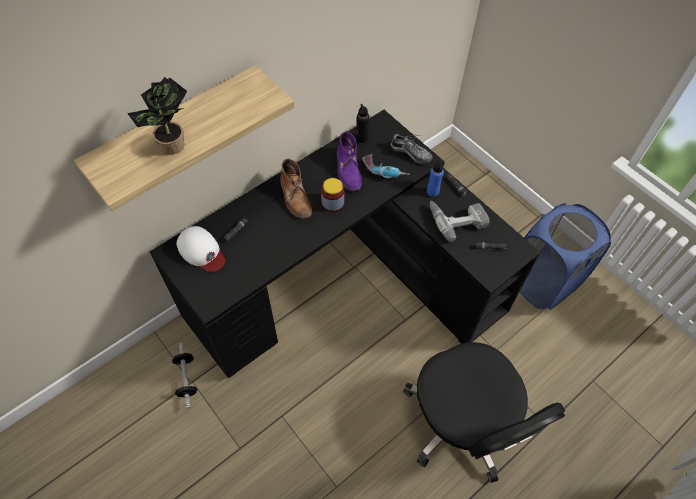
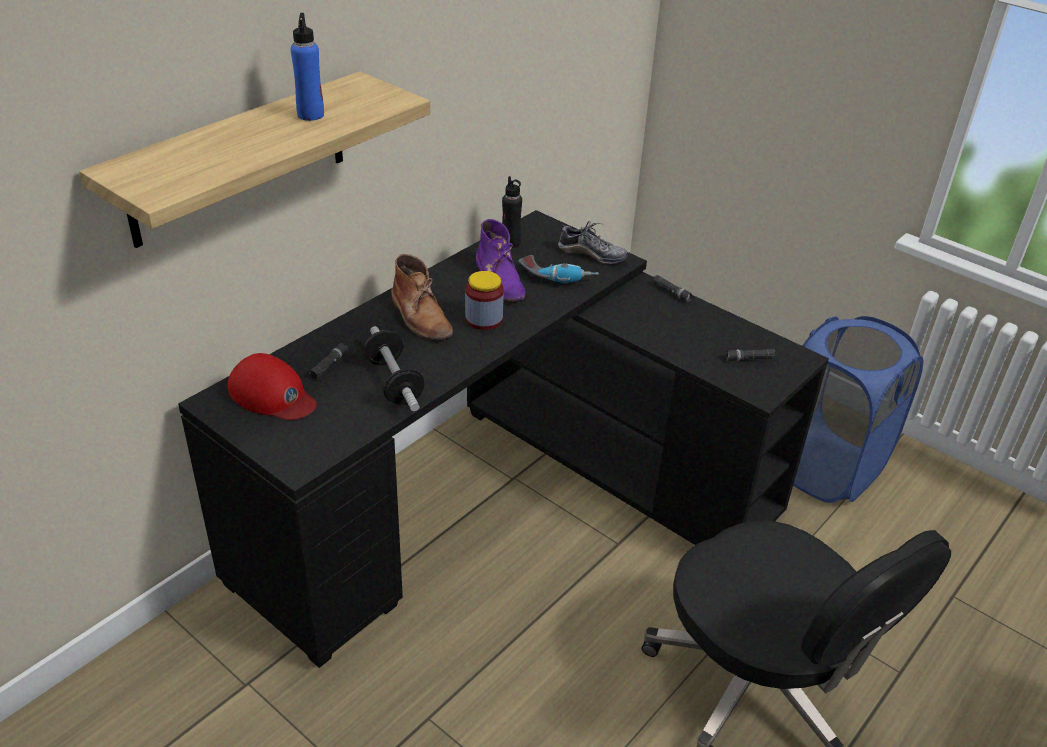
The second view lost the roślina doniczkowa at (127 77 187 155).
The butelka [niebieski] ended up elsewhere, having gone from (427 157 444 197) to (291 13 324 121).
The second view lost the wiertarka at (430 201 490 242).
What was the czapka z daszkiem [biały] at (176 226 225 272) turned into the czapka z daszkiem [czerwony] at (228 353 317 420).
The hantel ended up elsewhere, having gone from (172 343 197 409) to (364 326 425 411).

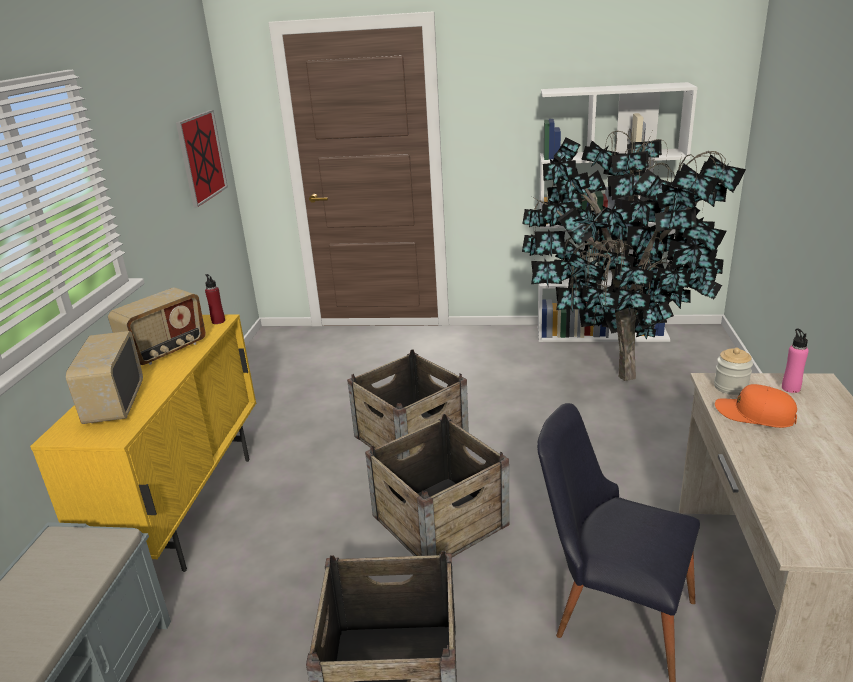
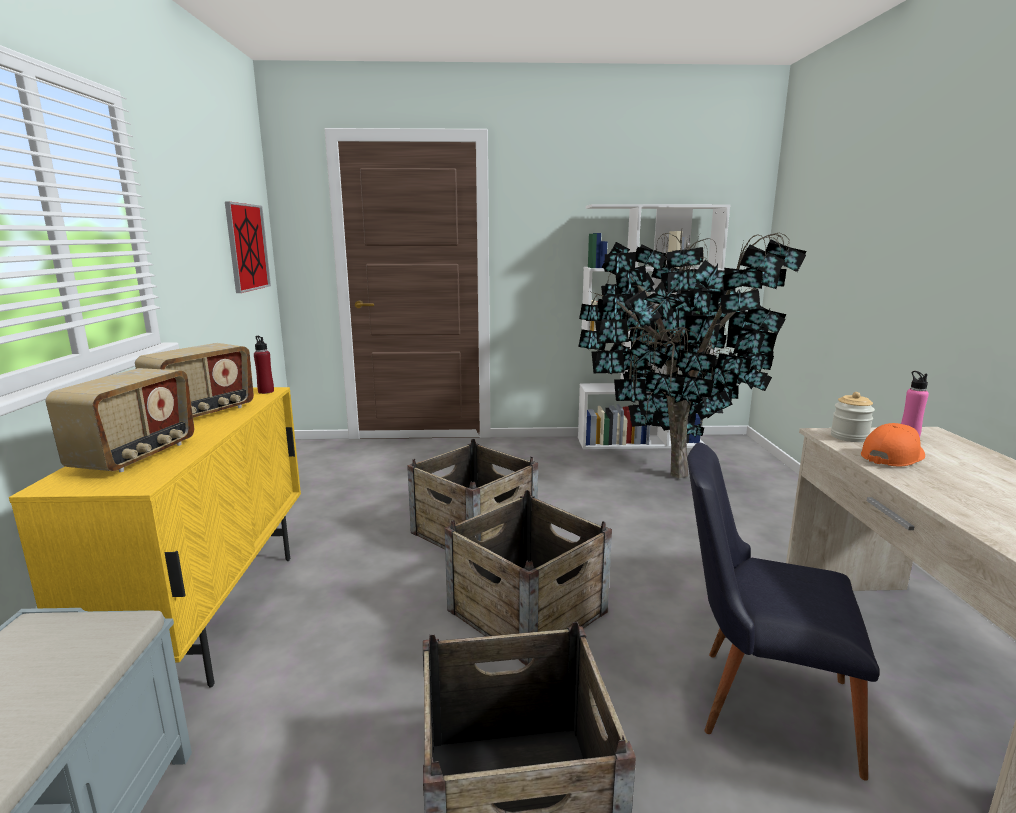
The radio at (66 331 143 424) ended up facing another way, 150 degrees counterclockwise from before.
The czapka z daszkiem [pomarańczowy] at (715 384 797 428) ended up facing another way, 120 degrees clockwise from before.

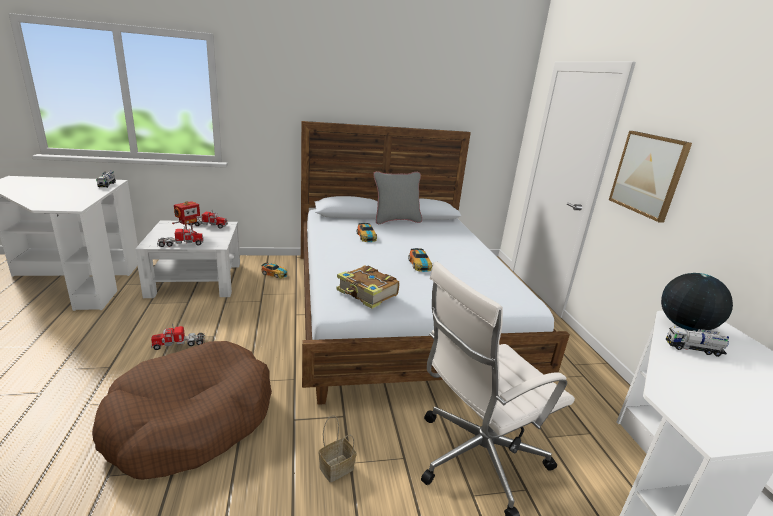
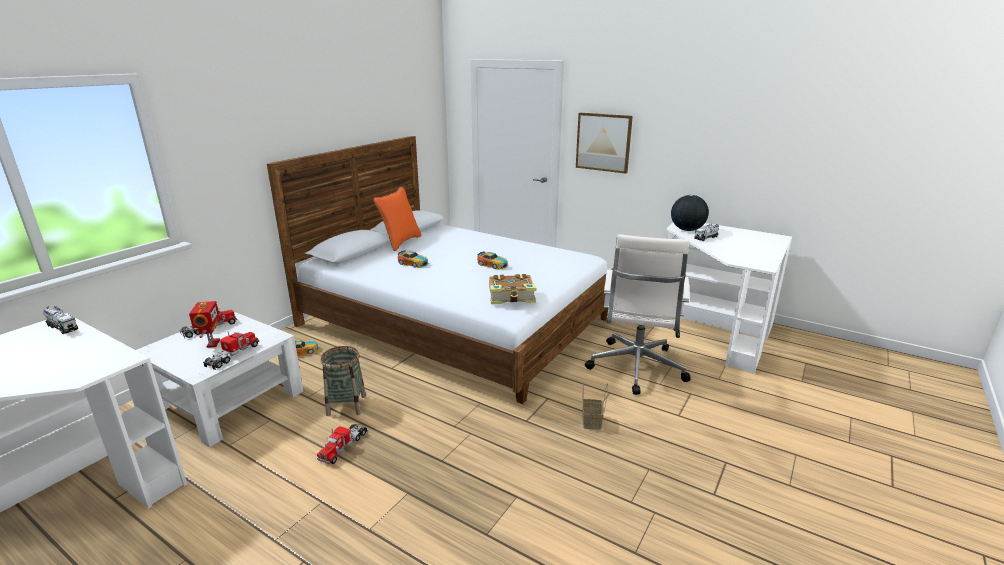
What was the poduszka [szary] at (373 171 422 224) turned into the poduszka [pomarańczowy] at (373 187 421 251).
The second view lost the legowisko [brązowy] at (92 341 272 480).
The second view gained the koszyk at (320 346 366 416).

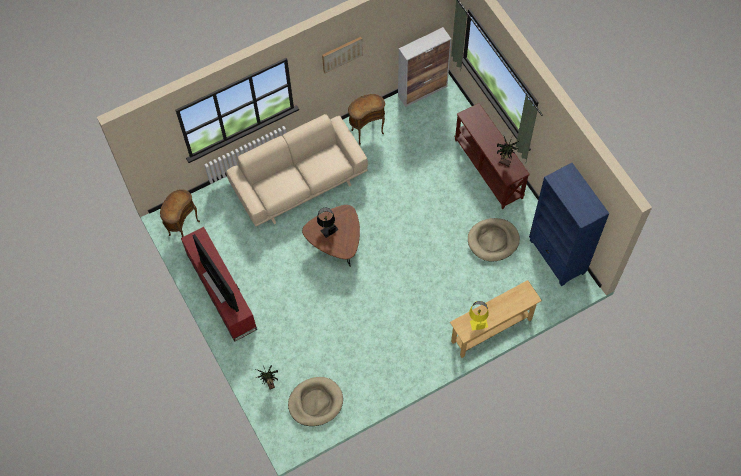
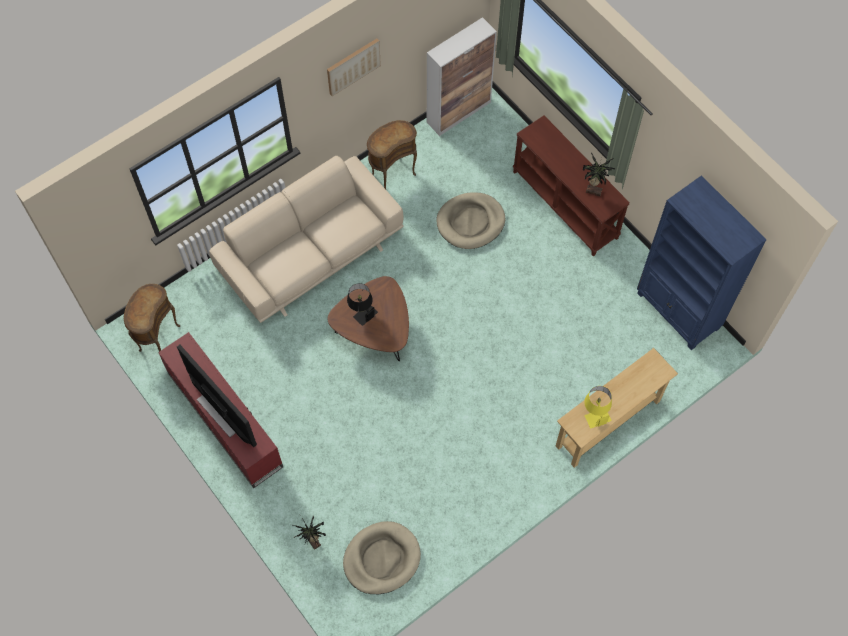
The legowisko [beżowy] ended up elsewhere, having gone from (468 218 520 261) to (436 192 505 249).

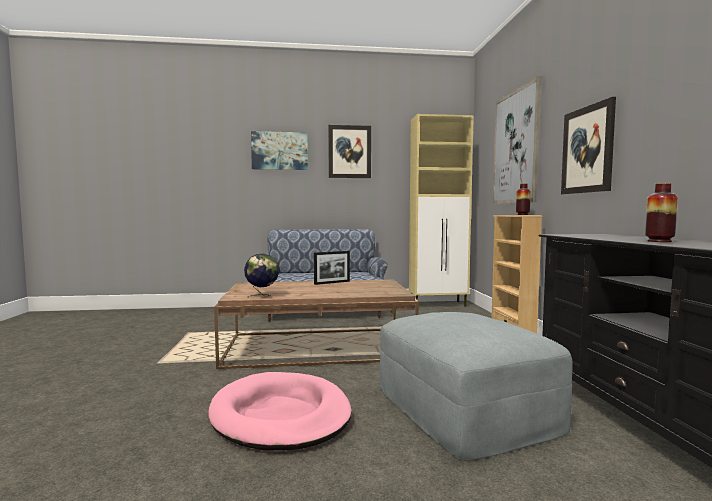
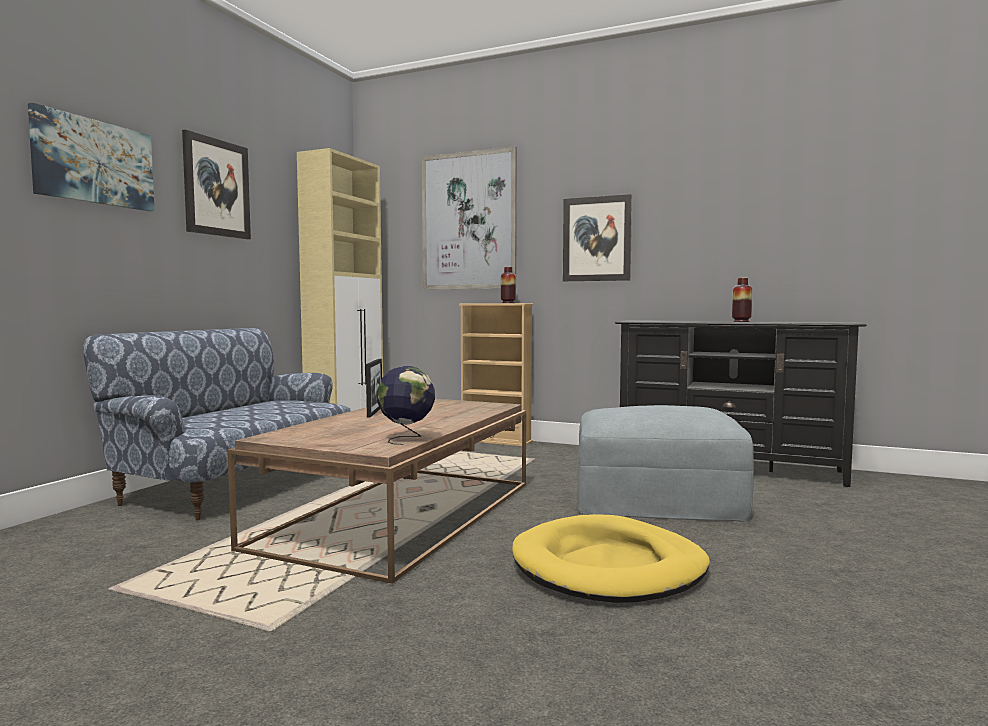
What was the legowisko [różowy] at (208 372 352 450) turned into the legowisko [żółty] at (512 514 710 603).

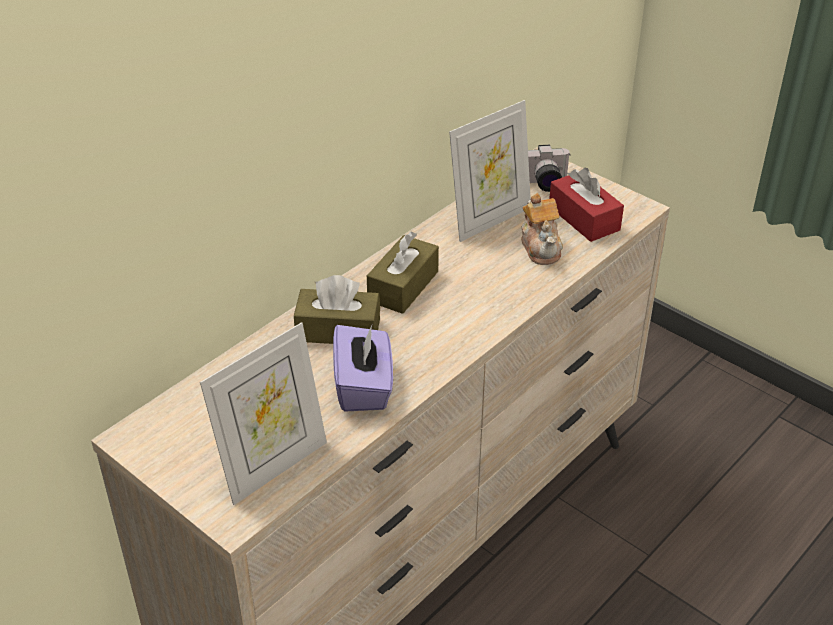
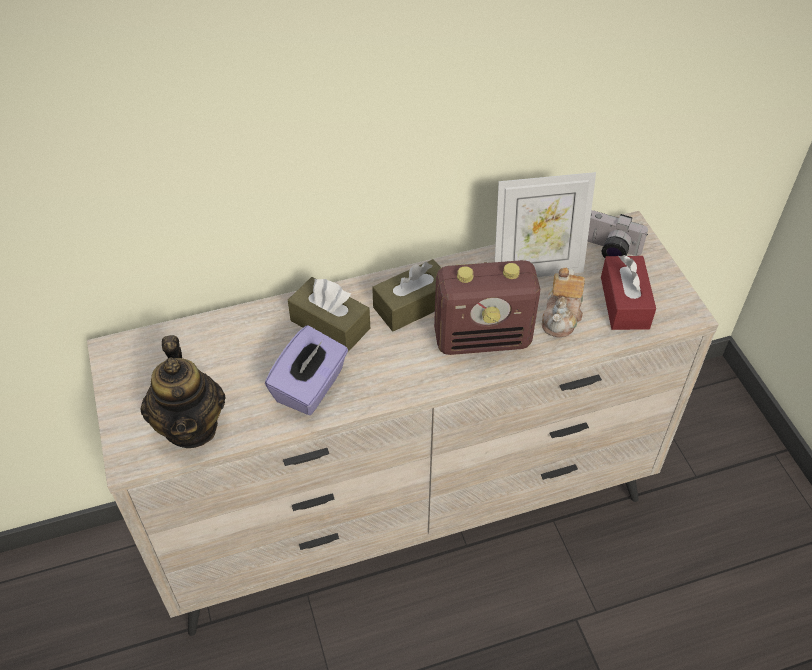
Where the ramka na zdjęcie stood at (200 322 327 505), the imbryk came to stand at (140 335 226 448).
The second view gained the radio at (434 260 540 355).

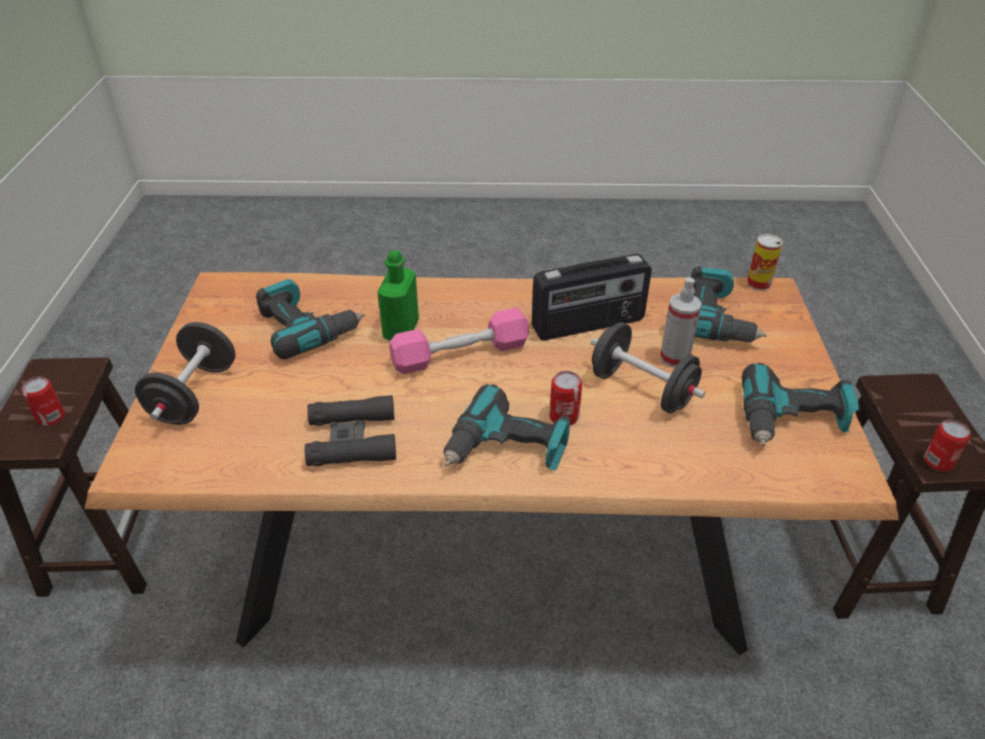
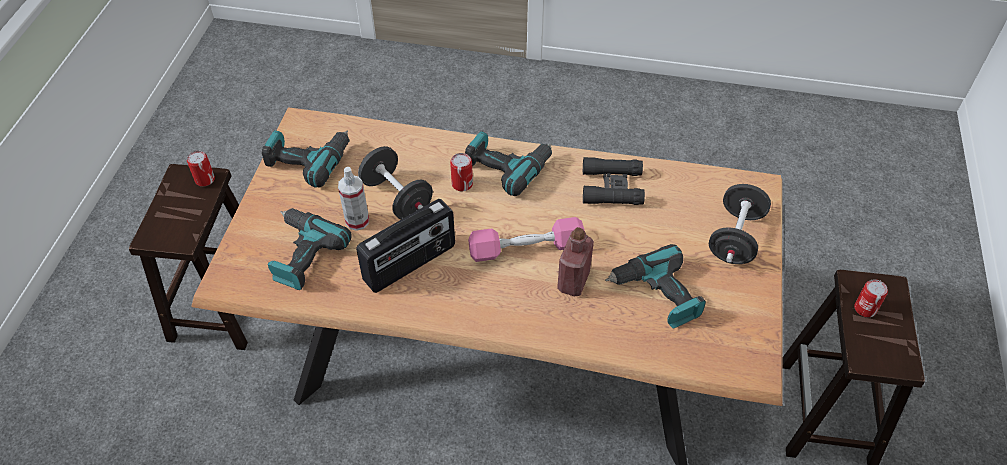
The second view lost the puszka at (747 234 783 291).
What was the butelka [zielony] at (377 250 419 341) turned into the butelka [czerwony] at (557 227 594 296).
The radio at (532 254 652 340) ended up facing another way, 150 degrees clockwise from before.

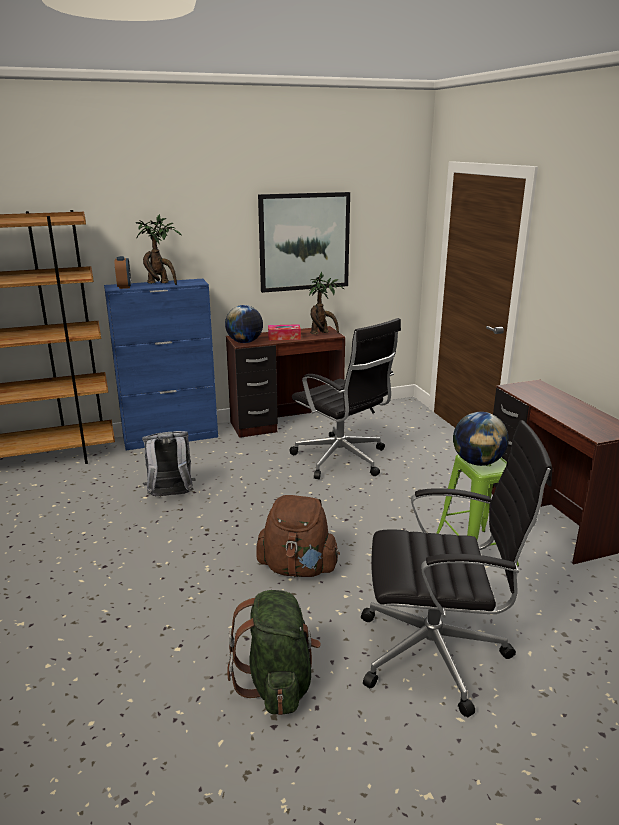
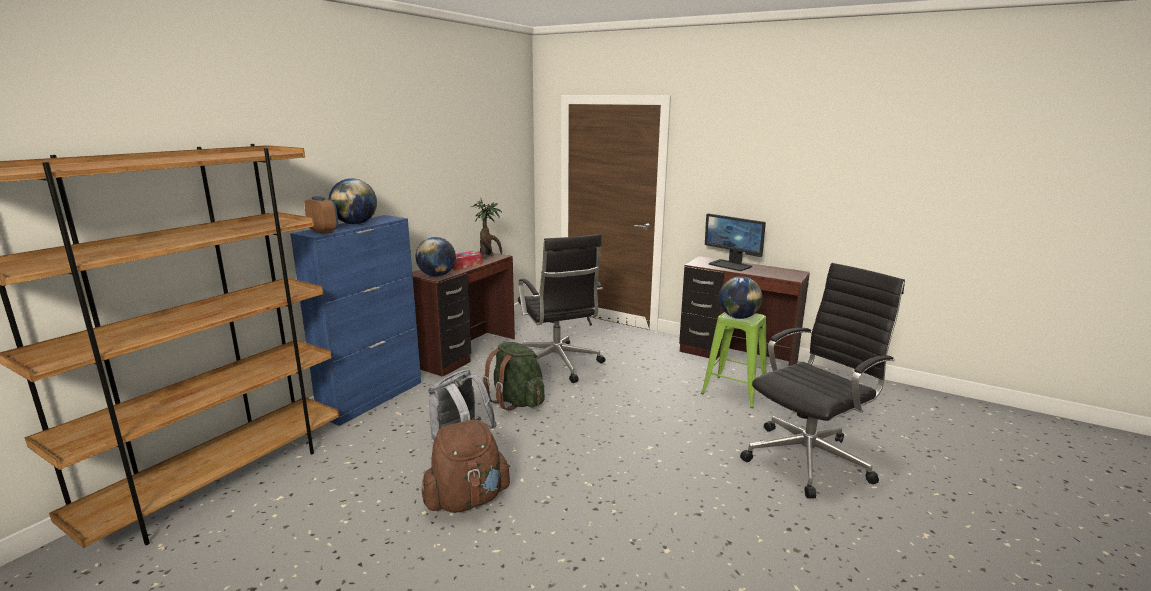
The second view lost the obraz at (258 192 350 293).
Where the roślina doniczkowa stood at (136 214 182 285), the globus came to stand at (329 178 377 224).
The krzesło biurowe [czarny] at (290 318 401 479) ended up facing another way, 60 degrees clockwise from before.
The plecak [brązowy] ended up elsewhere, having gone from (256 495 340 577) to (421 420 510 513).
The plecak [zielony] ended up elsewhere, having gone from (228 590 321 715) to (483 342 545 411).
The second view gained the monitor at (705 213 766 271).

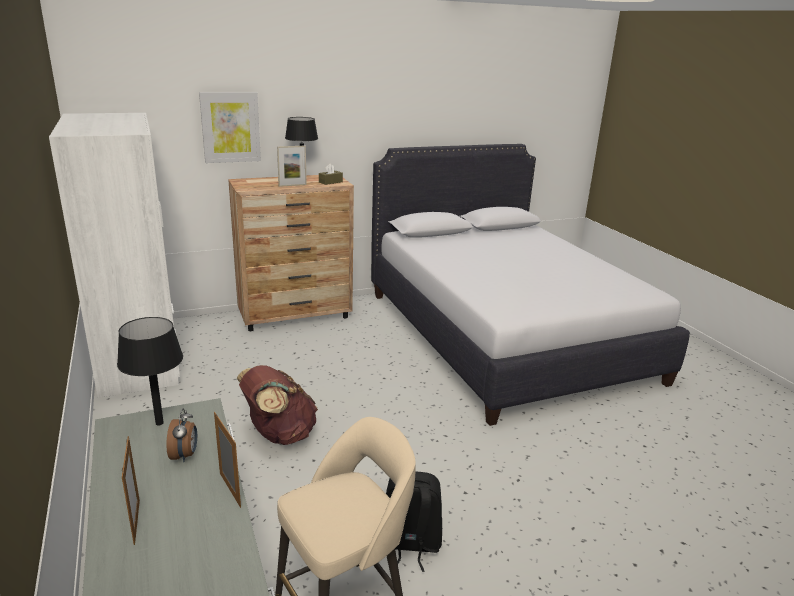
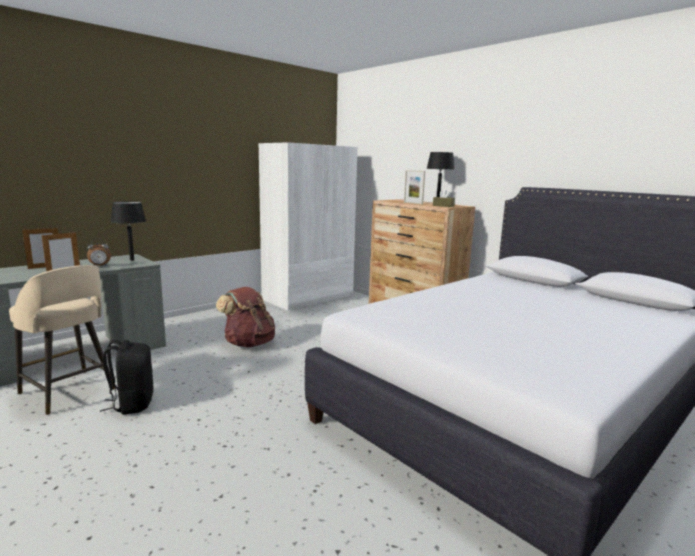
The second view lost the obraz at (199 92 261 163).

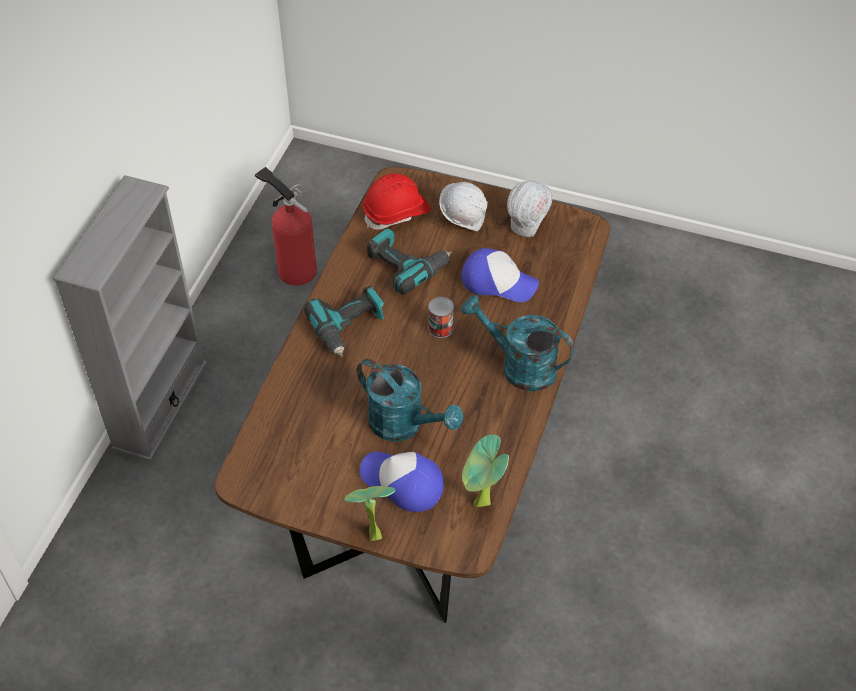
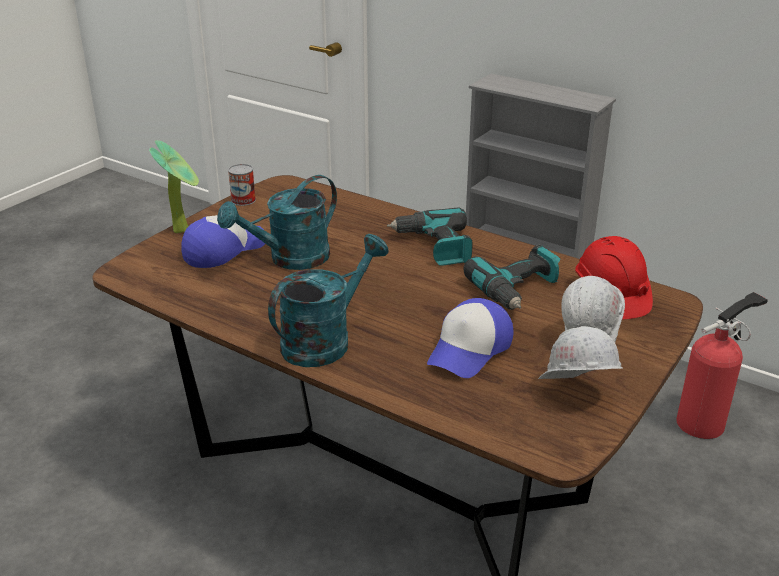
The puszka ended up elsewhere, having gone from (429 297 454 338) to (228 164 256 206).
The second view lost the roślina doniczkowa at (462 434 509 507).

